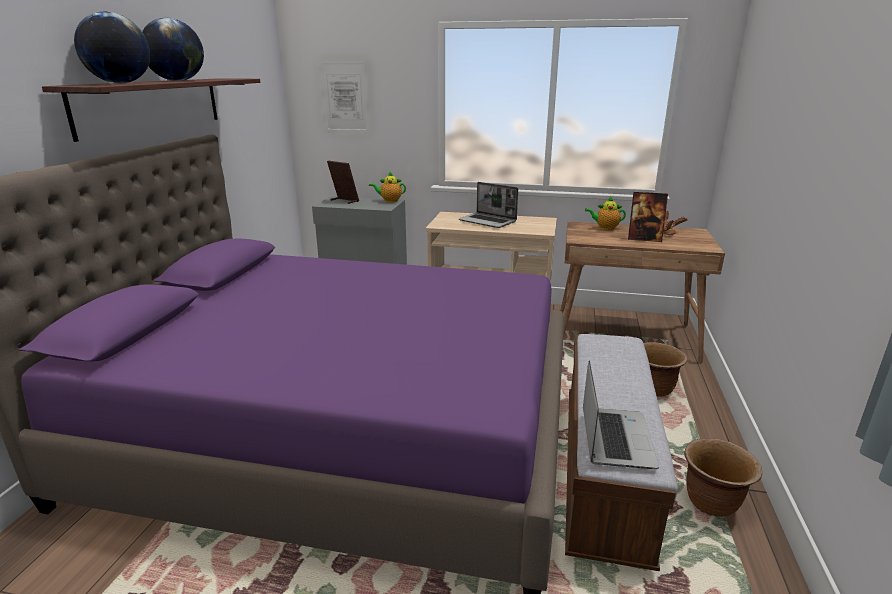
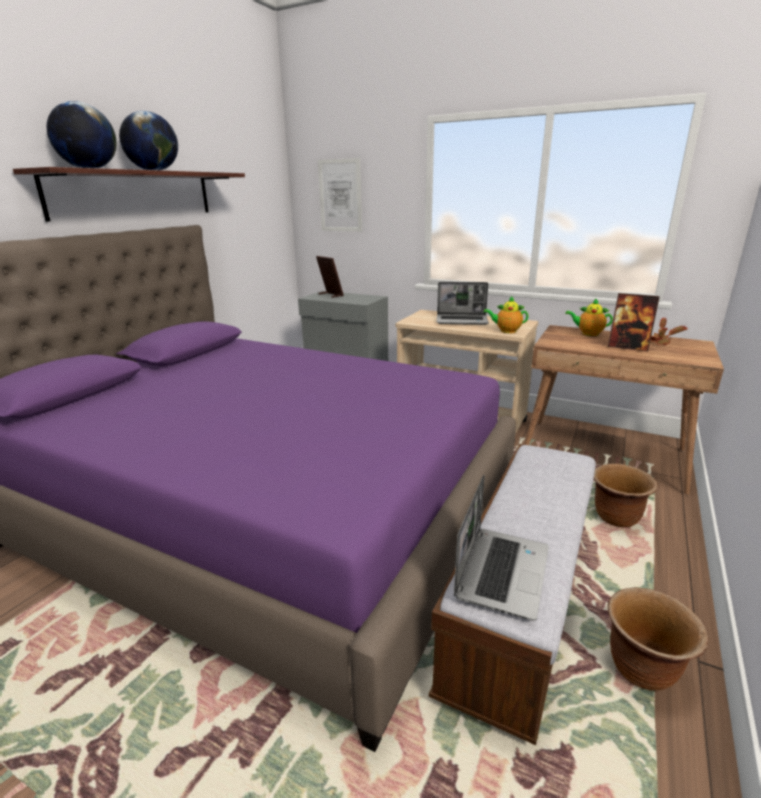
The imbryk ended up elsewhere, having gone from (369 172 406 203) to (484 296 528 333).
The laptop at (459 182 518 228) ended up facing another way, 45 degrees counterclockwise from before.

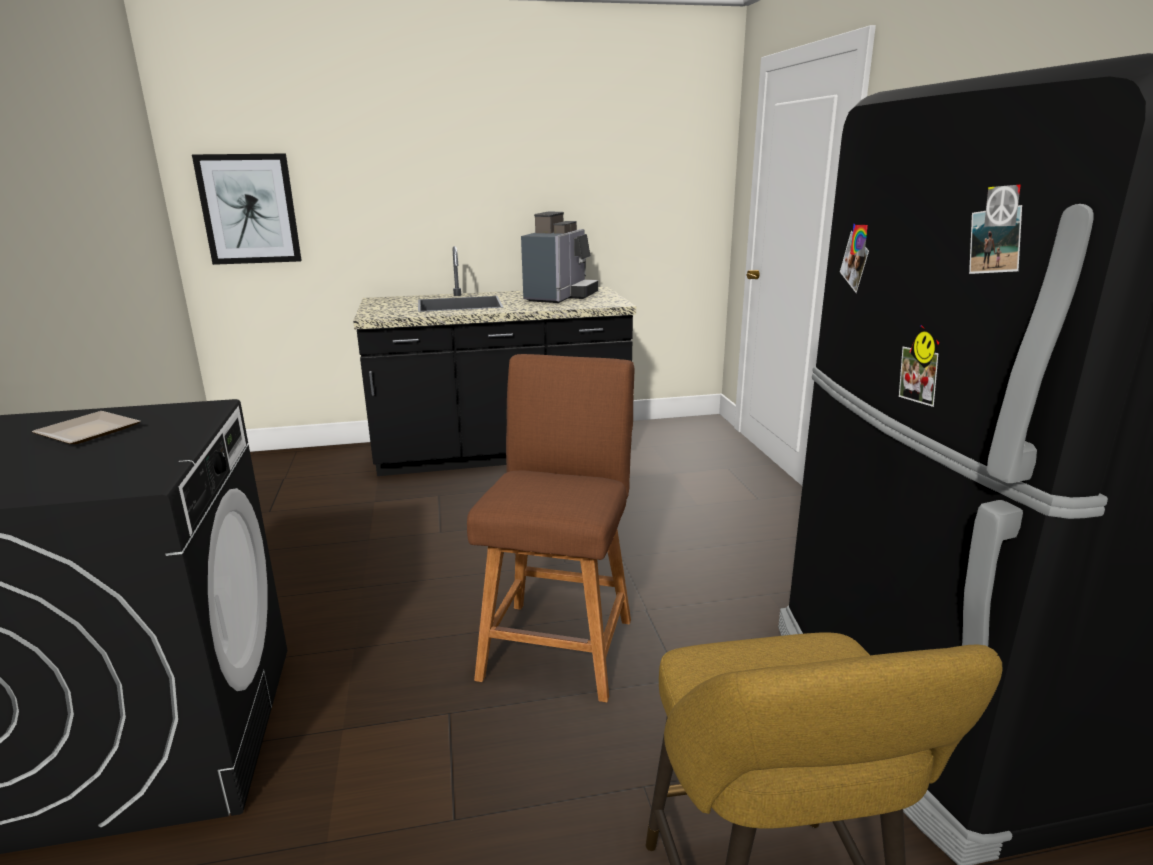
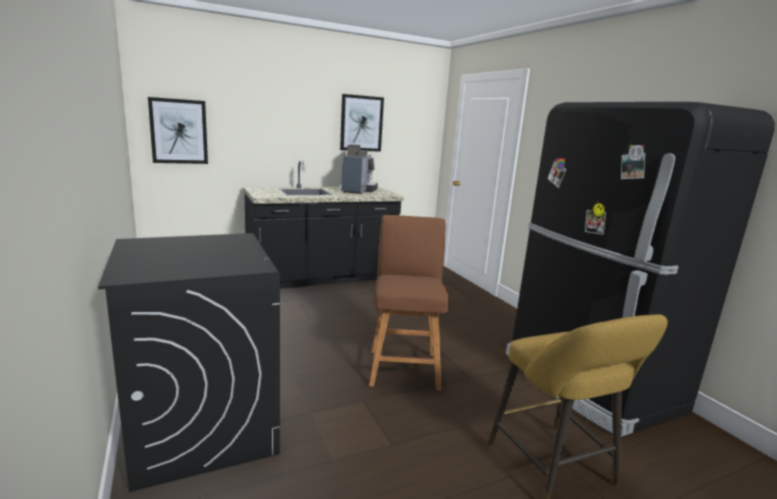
The second view lost the talerz at (32 411 140 444).
The second view gained the obraz at (340 94 384 152).

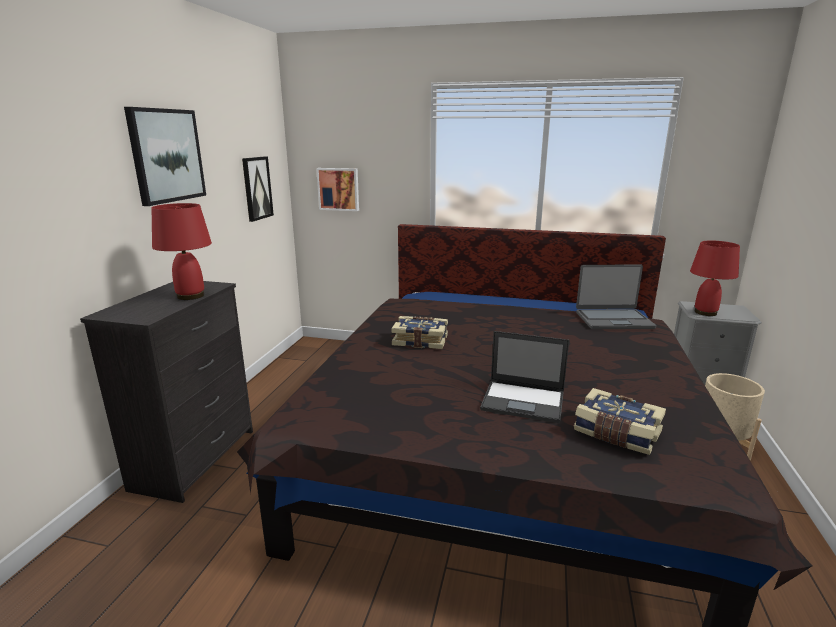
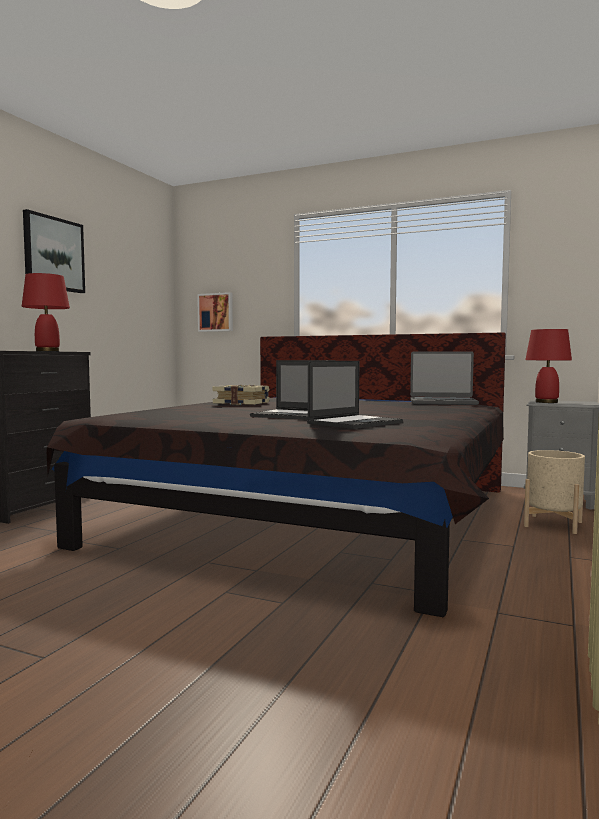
The second view lost the obraz at (242 156 274 222).
Where the książka stood at (574 388 666 455), the laptop came to stand at (307 361 403 429).

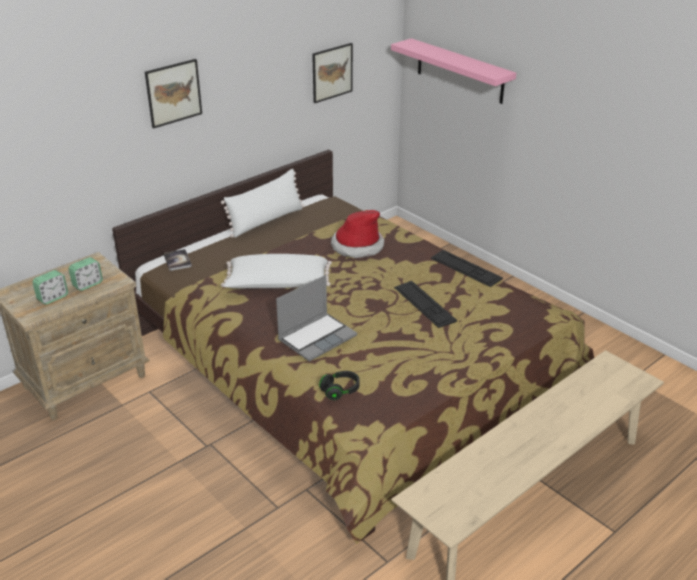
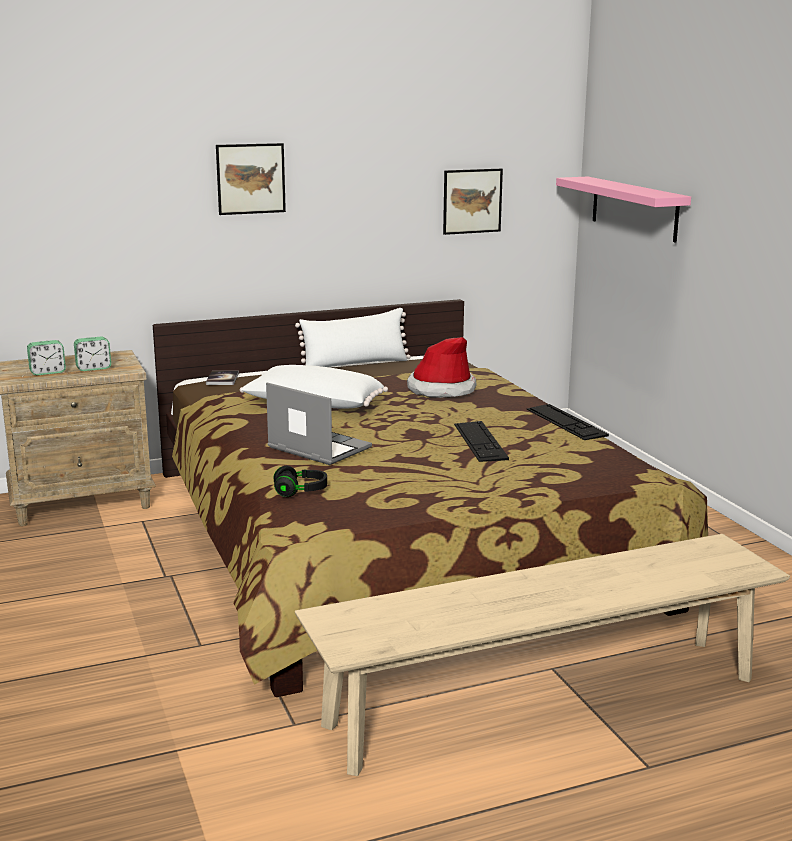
The laptop at (276 275 357 361) ended up facing another way, 120 degrees counterclockwise from before.

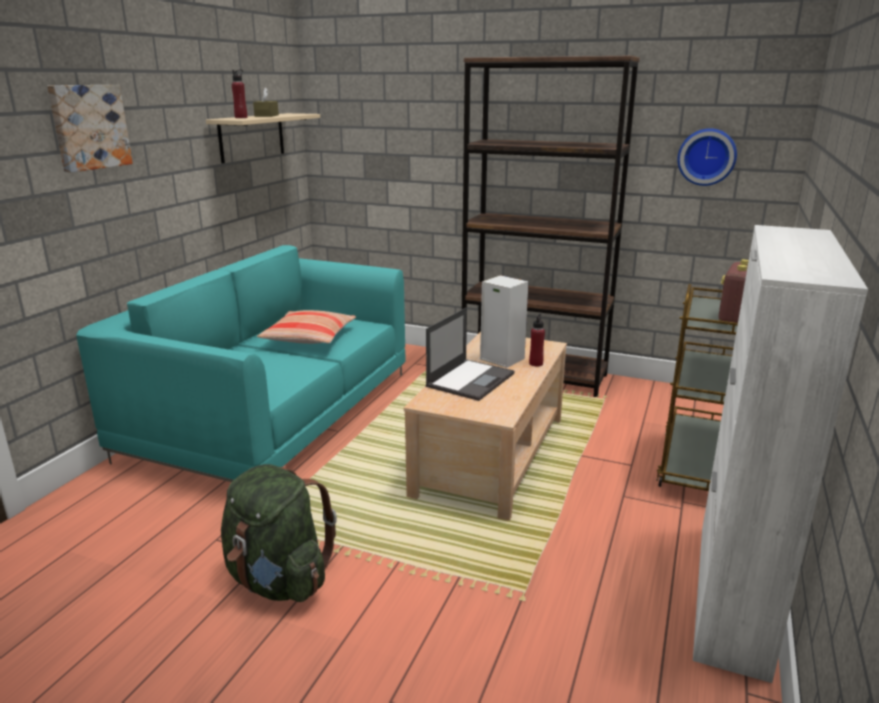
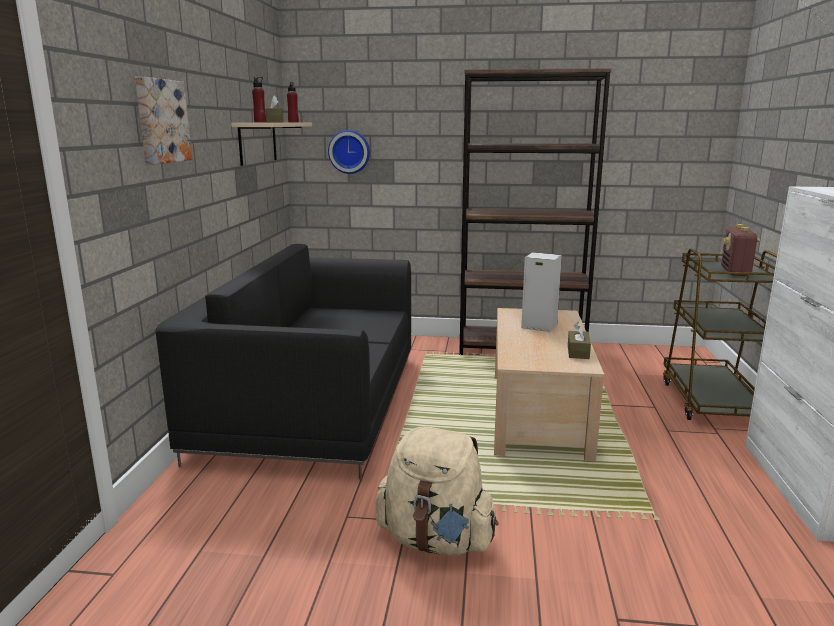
The zegar ścienny ended up elsewhere, having gone from (678 128 737 186) to (328 130 370 174).
What was the kanapa [turkusowy] at (76 245 406 482) turned into the kanapa [czarny] at (155 244 411 480).
The second view lost the laptop at (426 308 515 401).
The second view lost the poduszka at (257 310 356 344).
The butelka [czerwony] ended up elsewhere, having gone from (529 314 545 366) to (287 82 299 122).
What was the plecak [zielony] at (221 464 337 602) turned into the plecak [beżowy] at (375 426 499 556).
The second view gained the pudełko chusteczek [brązowy] at (568 322 591 359).

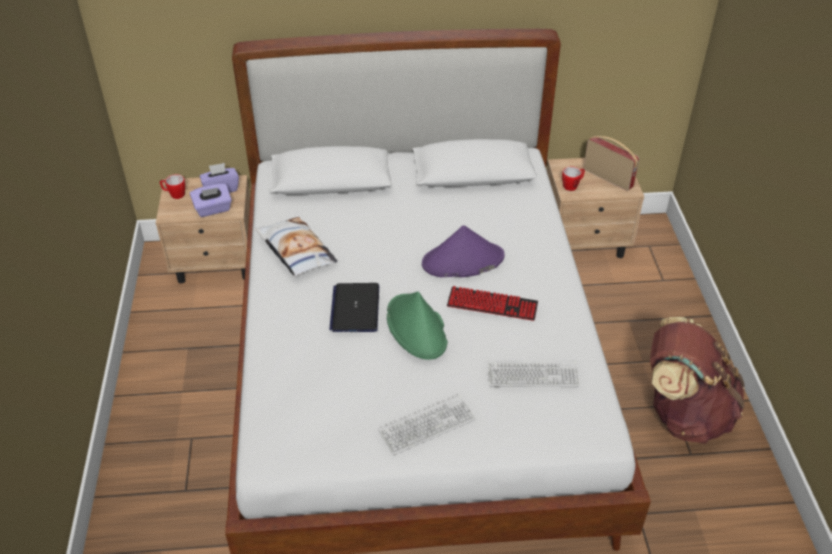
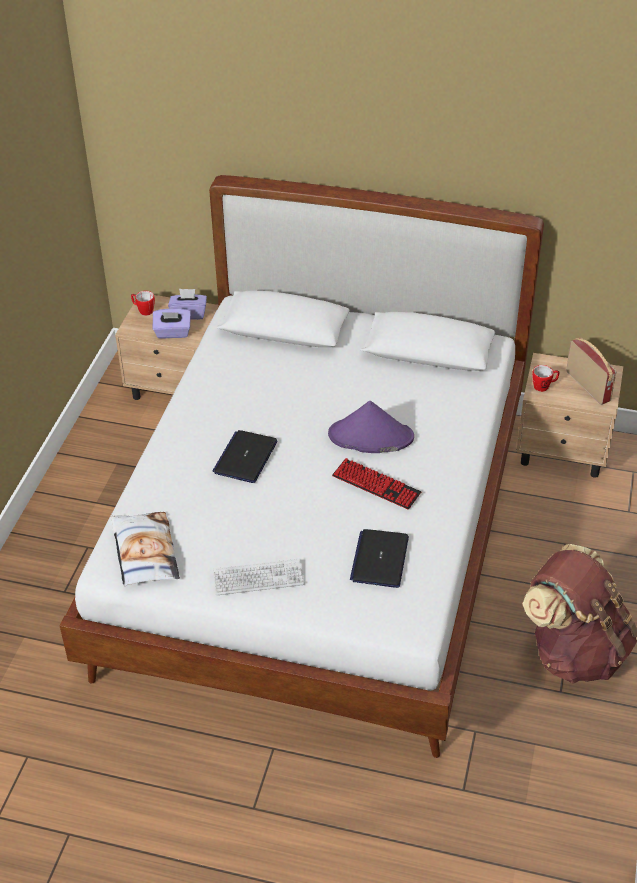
The poduszka ended up elsewhere, having gone from (255 217 338 277) to (111 512 180 586).
The second view lost the kapelusz [zielony] at (387 292 448 360).
Where the klawiatura stood at (488 360 579 387), the laptop came to stand at (350 529 409 588).

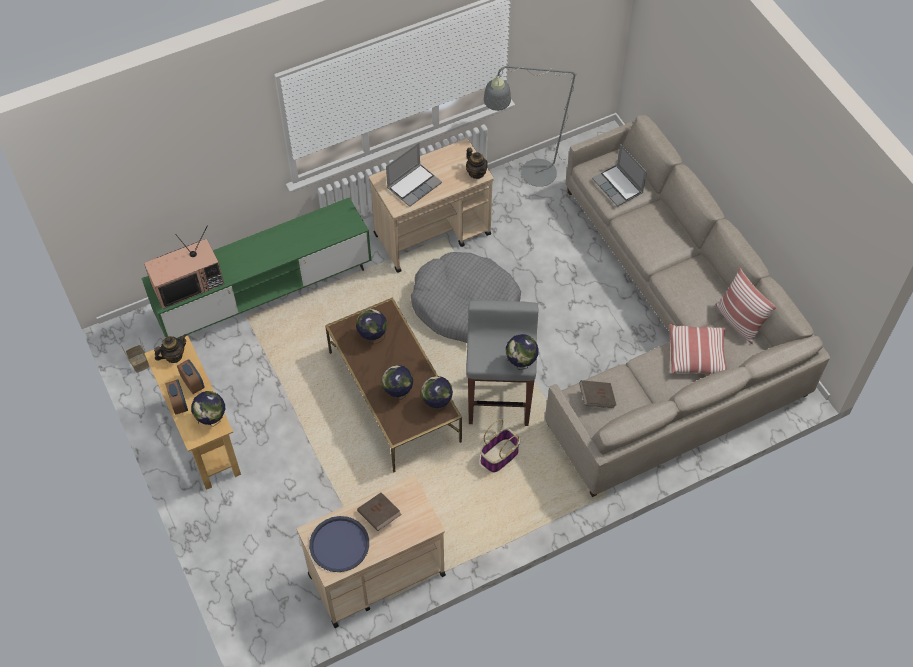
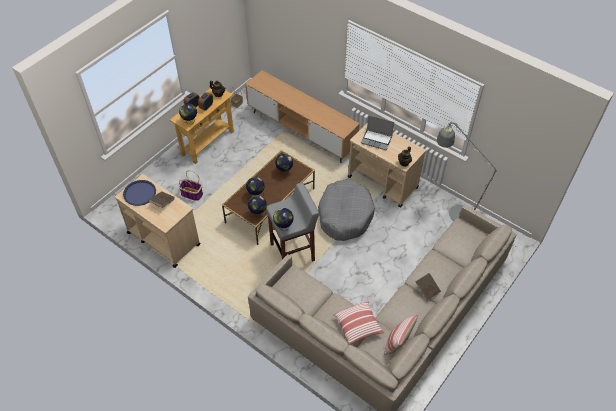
The second view lost the laptop at (592 144 647 207).
What was the szafka pod telewizor [zielony] at (141 197 371 339) turned into the szafka pod telewizor [brązowy] at (245 70 360 163).
The second view lost the telewizor at (144 225 224 309).
The książka [brązowy] ended up elsewhere, having gone from (579 380 617 408) to (415 273 441 300).
The koszyk ended up elsewhere, having gone from (480 419 520 472) to (179 170 203 201).

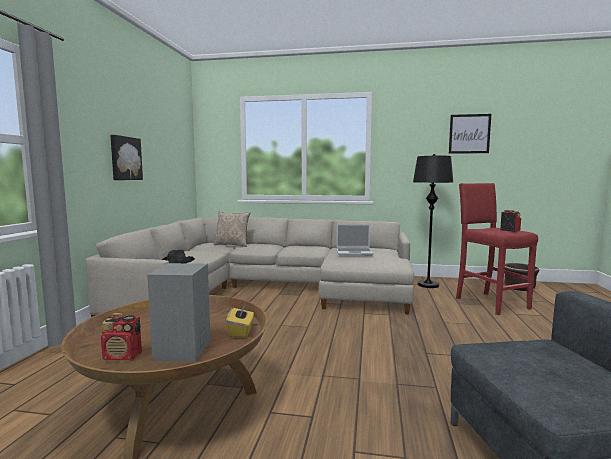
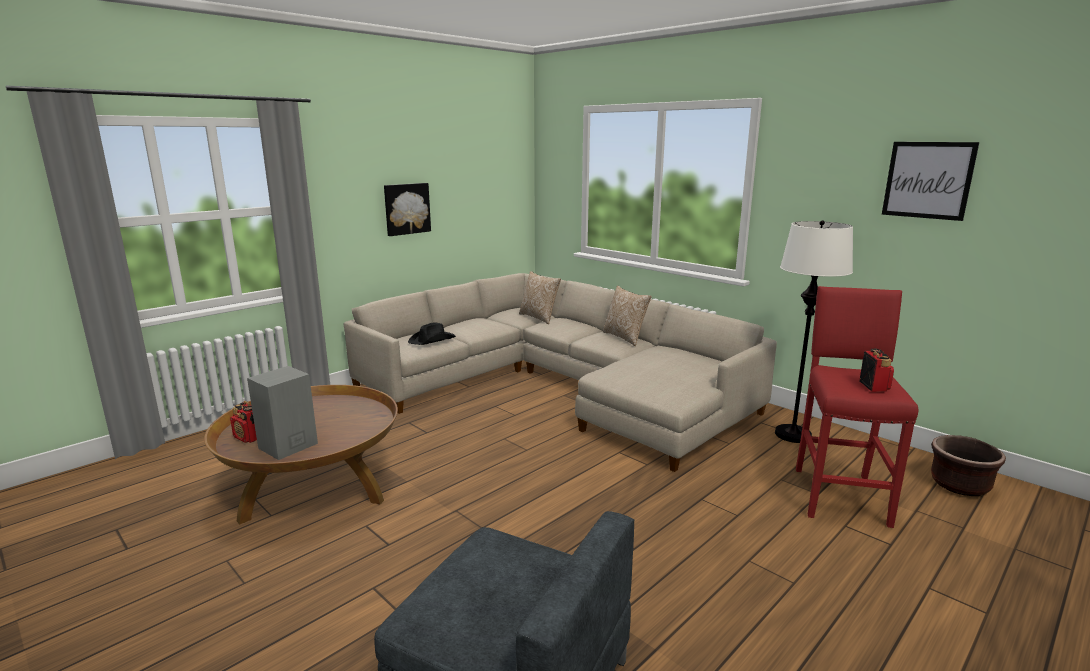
What was the lampa stojąca [czarny] at (413 154 453 288) turned into the lampa stojąca [biały] at (775 220 853 443).
The second view lost the laptop at (336 224 373 256).
The second view lost the pudełko chusteczek [żółty] at (226 305 254 338).
The second view gained the poduszka at (603 286 652 346).

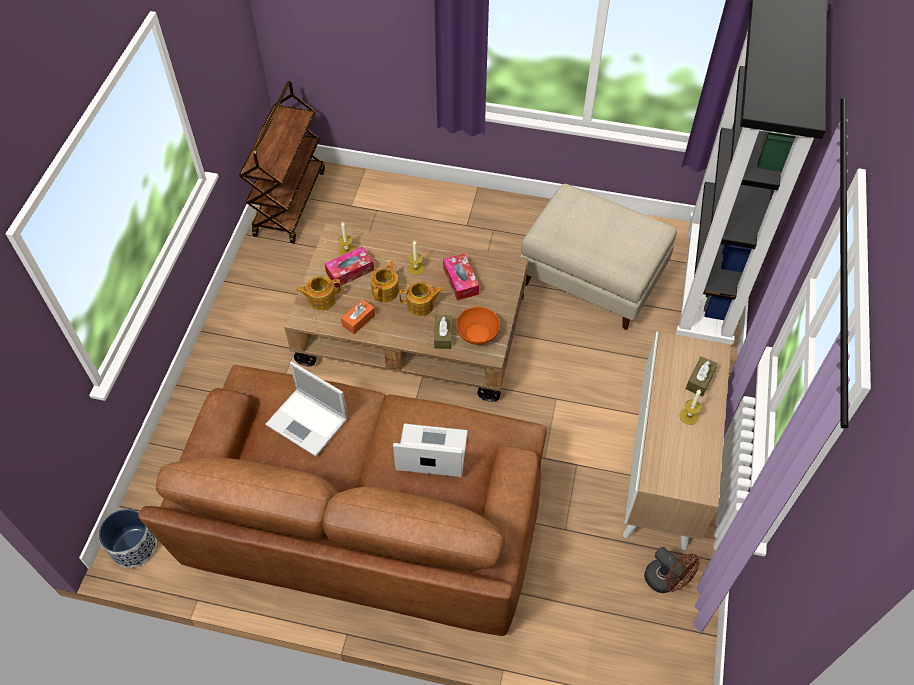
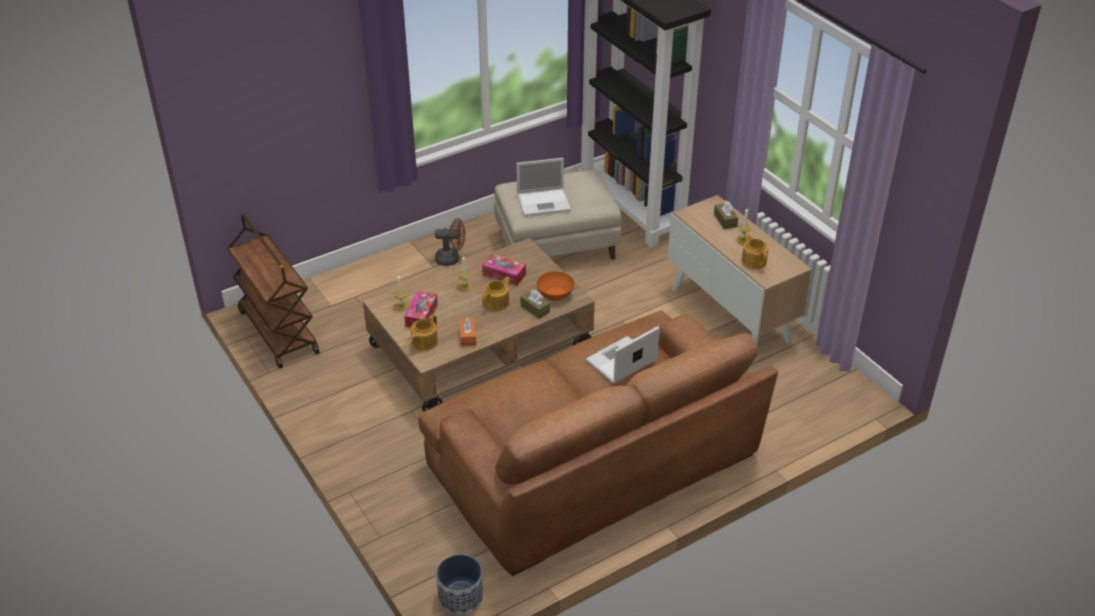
The imbryk ended up elsewhere, having gone from (371 261 399 302) to (742 233 769 269).
The laptop ended up elsewhere, having gone from (265 361 348 456) to (516 158 571 216).
The wentylator [brązowy] ended up elsewhere, having gone from (644 547 700 593) to (435 218 465 266).

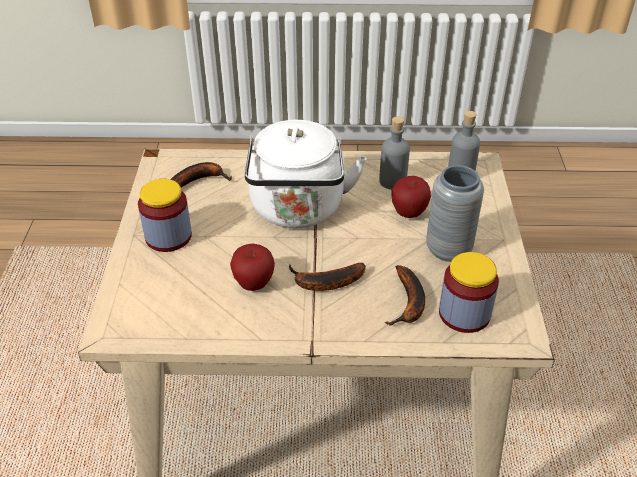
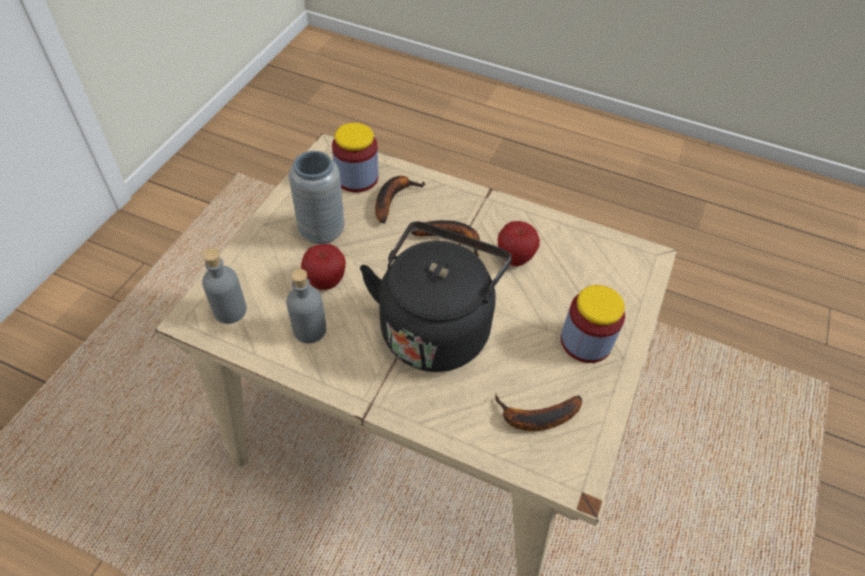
What was the czajnik [biały] at (245 120 367 228) turned into the czajnik [czarny] at (360 221 512 372).

